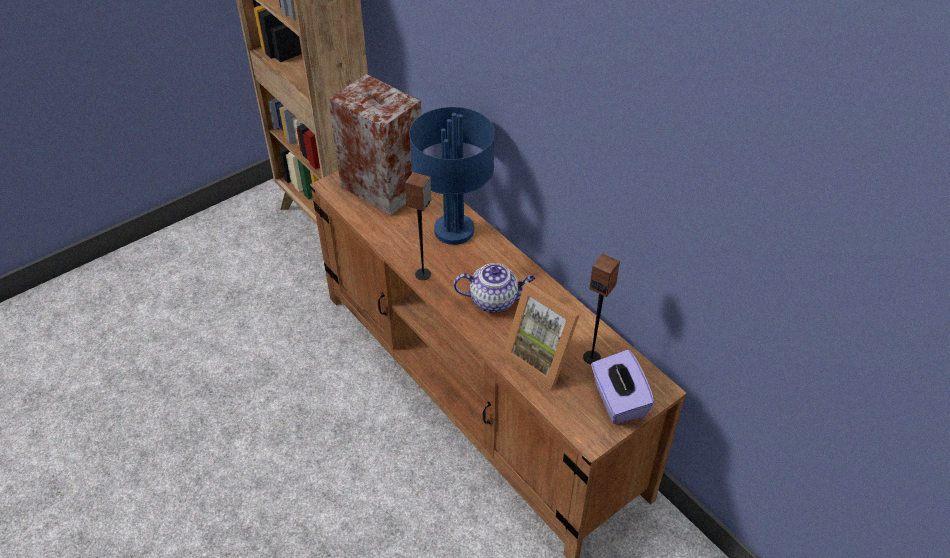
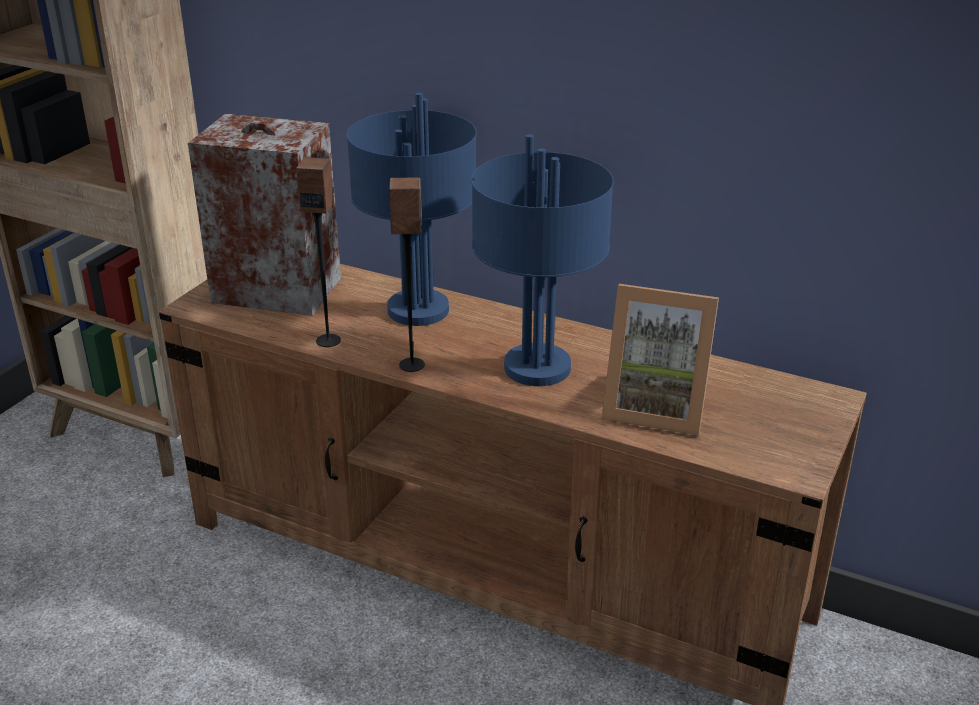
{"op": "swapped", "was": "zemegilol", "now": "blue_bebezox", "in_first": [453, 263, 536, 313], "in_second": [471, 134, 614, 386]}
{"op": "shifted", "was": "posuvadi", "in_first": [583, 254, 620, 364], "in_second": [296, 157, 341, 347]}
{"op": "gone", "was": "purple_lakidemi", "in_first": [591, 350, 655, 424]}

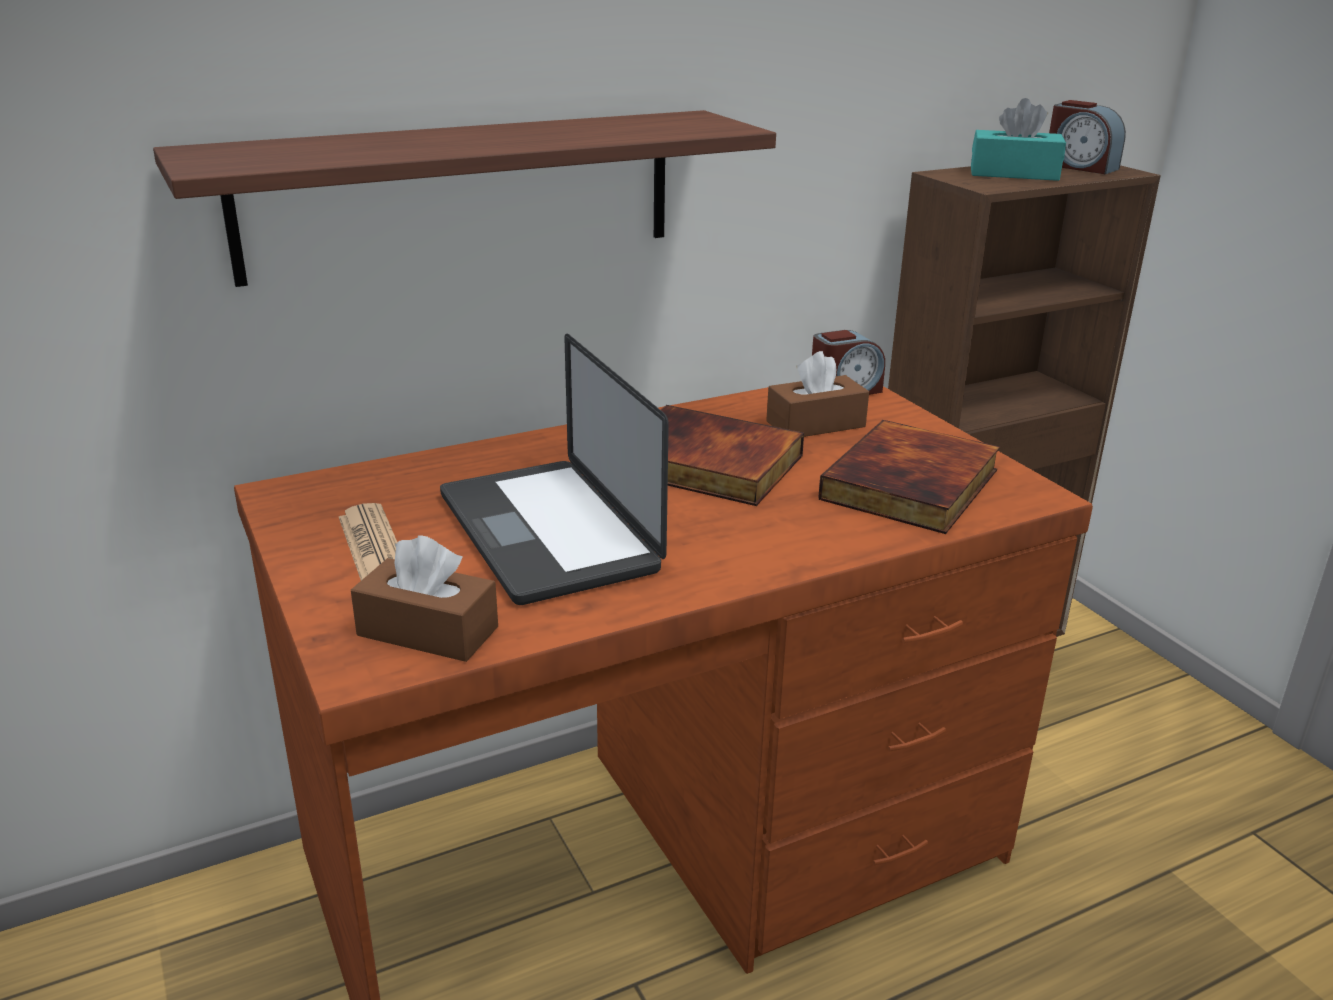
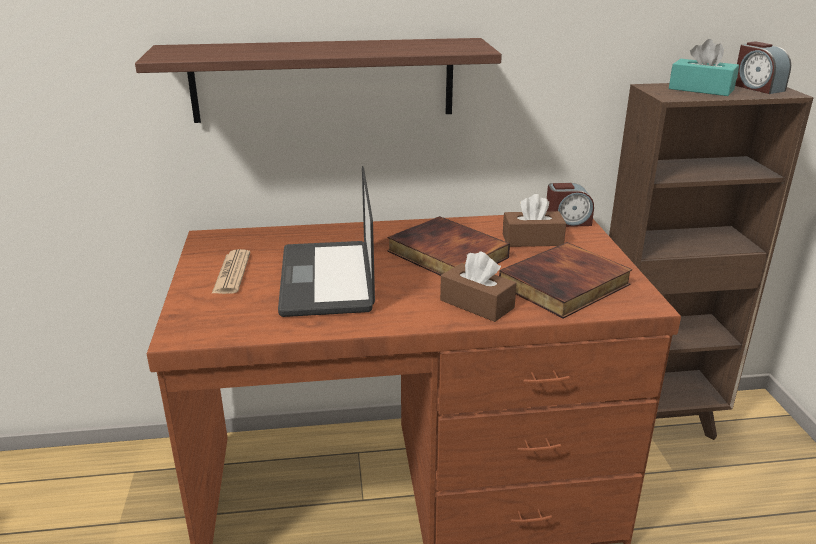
{"op": "shifted", "was": "brown_lakidemi", "in_first": [351, 535, 498, 662], "in_second": [440, 251, 517, 322]}

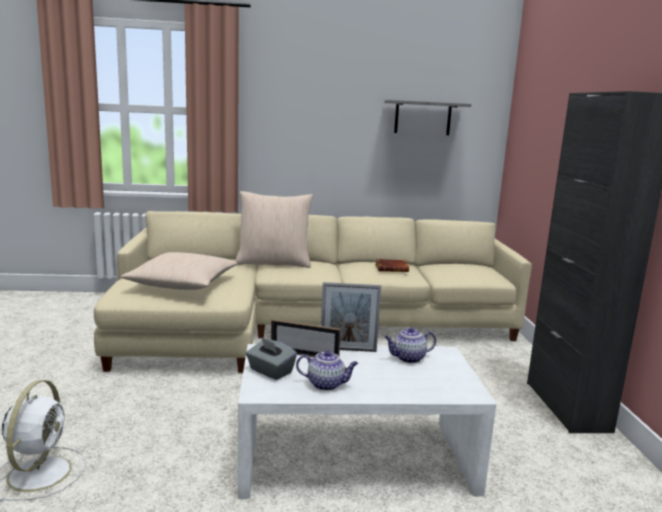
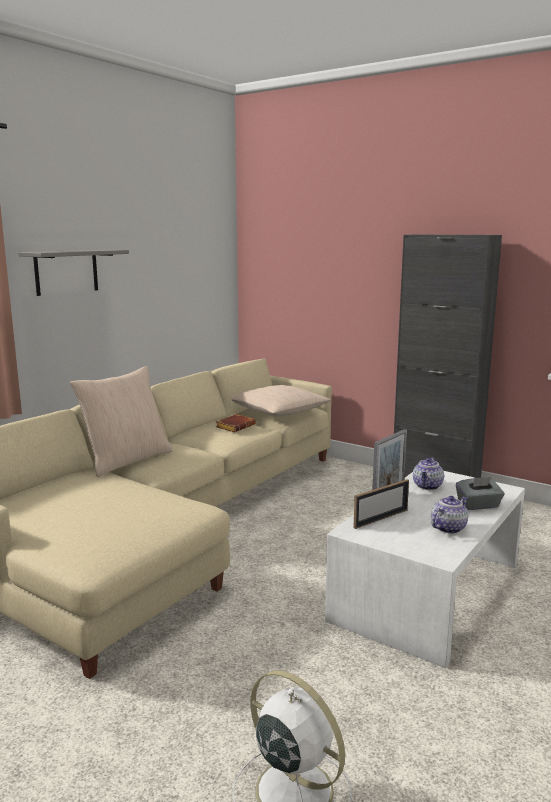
{"op": "shifted", "was": "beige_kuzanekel", "in_first": [121, 252, 238, 290], "in_second": [232, 385, 331, 417]}
{"op": "shifted", "was": "grey_lakidemi", "in_first": [246, 337, 297, 380], "in_second": [456, 477, 504, 510]}
{"op": "shifted", "was": "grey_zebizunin", "in_first": [385, 100, 471, 135], "in_second": [18, 249, 129, 296]}

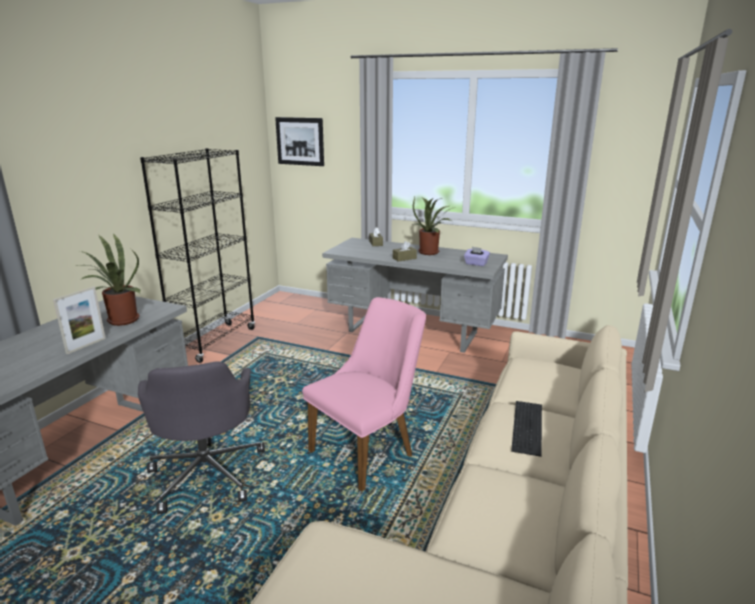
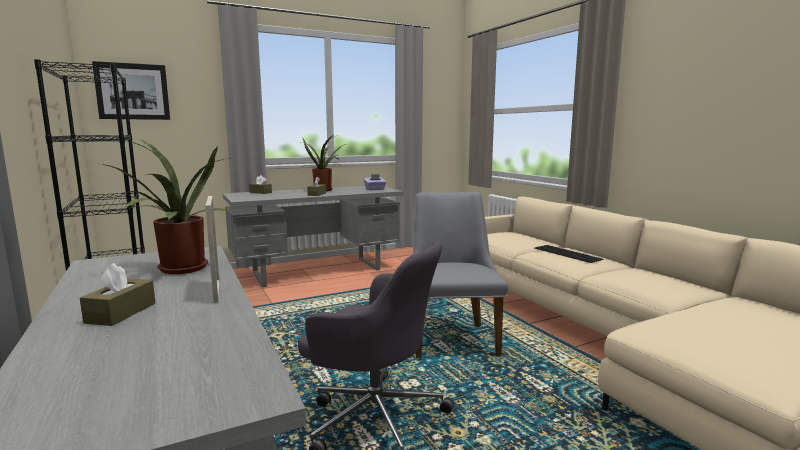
{"op": "repainted", "was": "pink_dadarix", "now": "grey_dadarix", "in_first": [302, 297, 426, 492], "in_second": [413, 192, 508, 358]}
{"op": "new", "now": "brown_lakidemi", "in_second": [80, 263, 155, 326]}

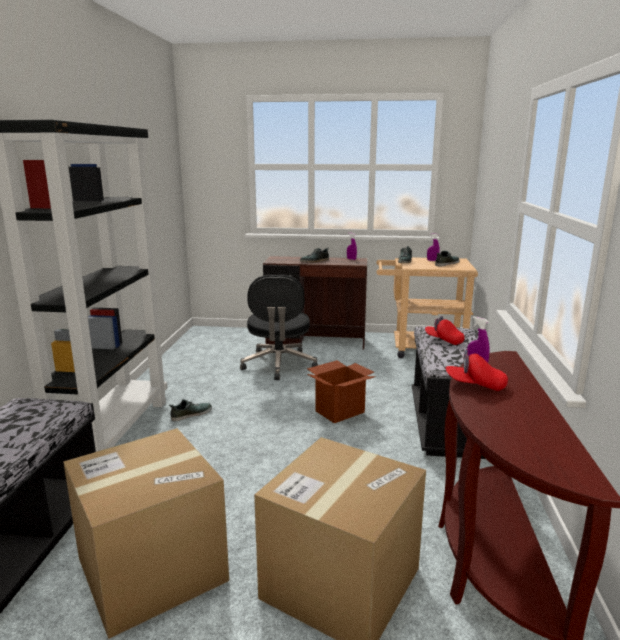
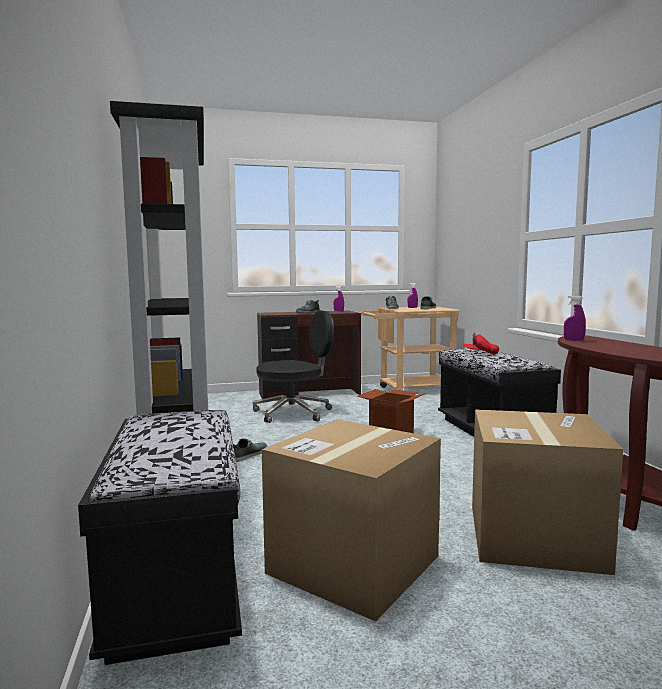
{"op": "rotated", "was": "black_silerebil", "in_first": [240, 275, 318, 380], "in_second": [253, 310, 334, 423], "clockwise": -90}
{"op": "gone", "was": "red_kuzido", "in_first": [445, 349, 508, 391]}

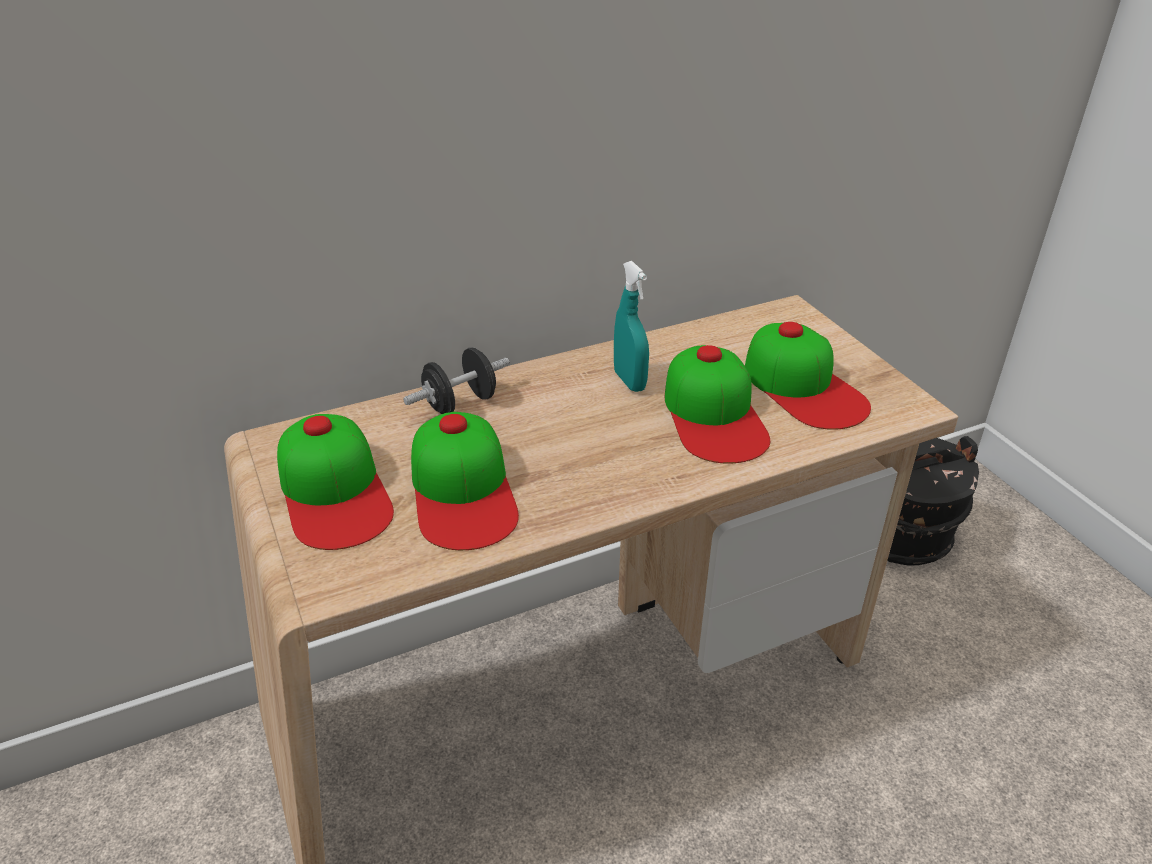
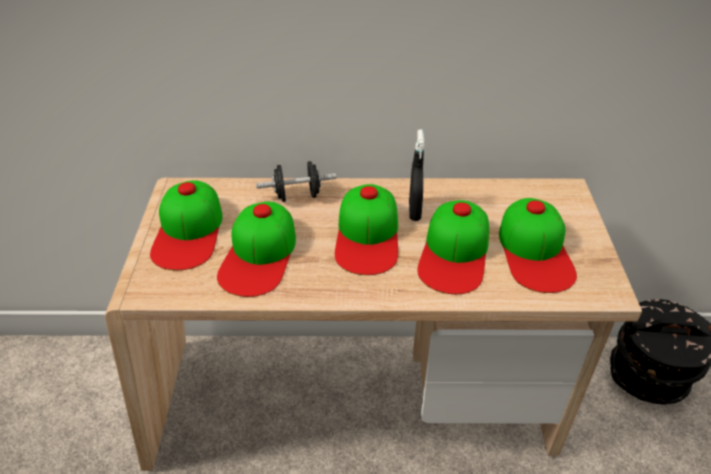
{"op": "repainted", "was": "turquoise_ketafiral", "now": "black_ketafiral", "in_first": [614, 261, 649, 392], "in_second": [409, 129, 424, 221]}
{"op": "new", "now": "kuzido", "in_second": [335, 184, 398, 275]}

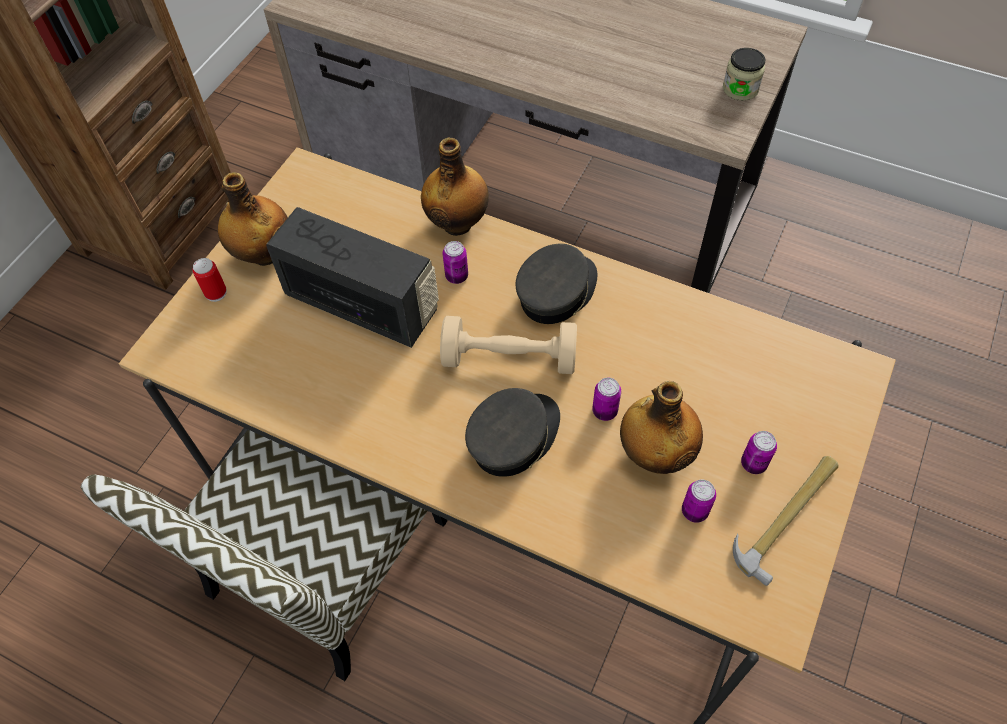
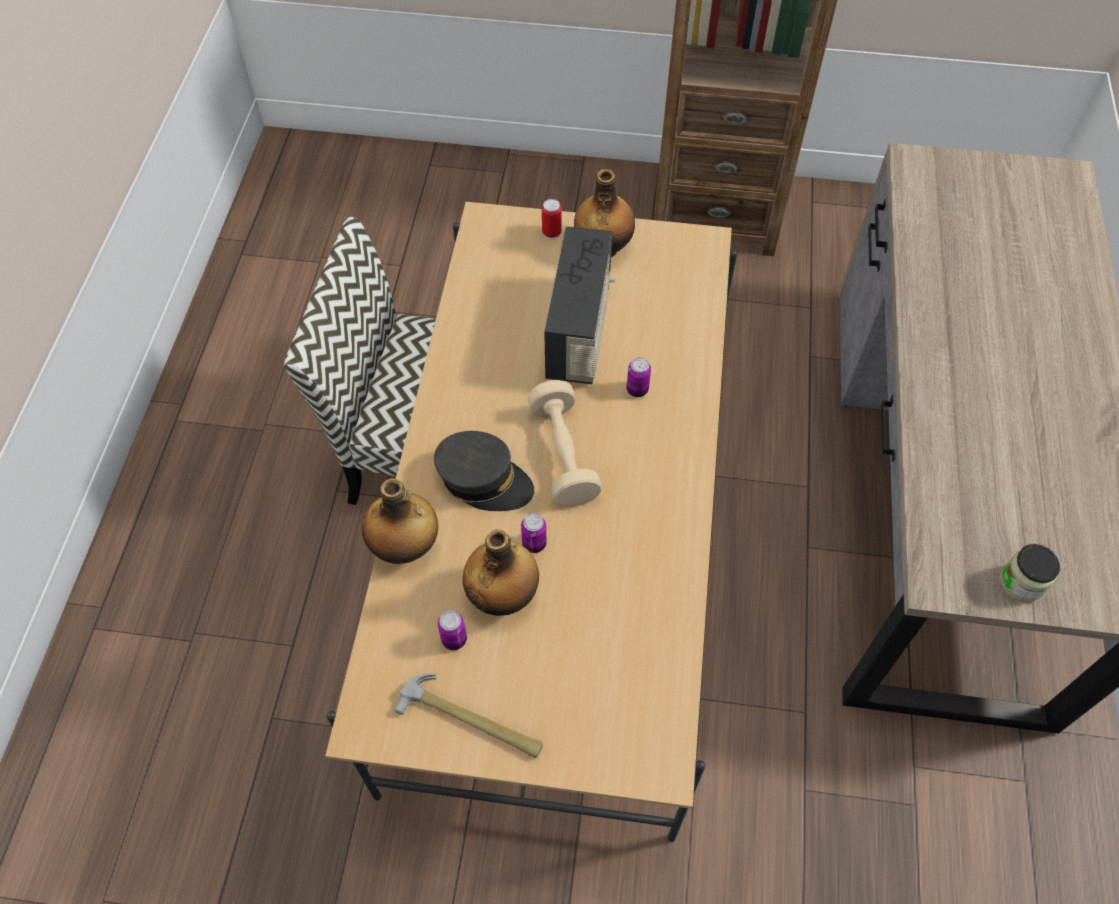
{"op": "shifted", "was": "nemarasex", "in_first": [421, 138, 489, 236], "in_second": [362, 478, 438, 564]}
{"op": "gone", "was": "grey_kuzido", "in_first": [515, 244, 597, 324]}
{"op": "gone", "was": "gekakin", "in_first": [741, 431, 777, 474]}

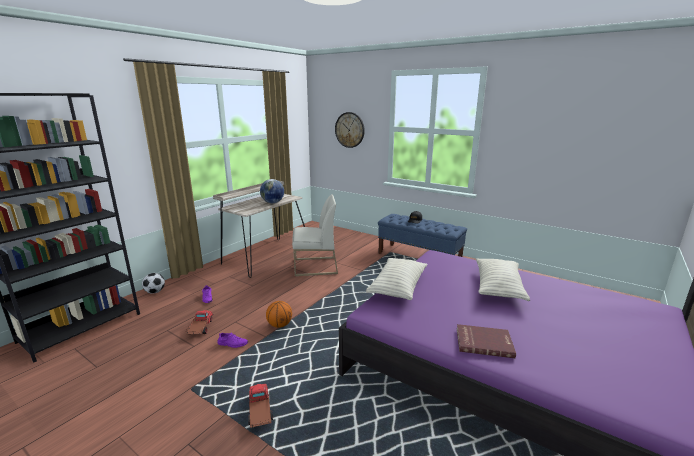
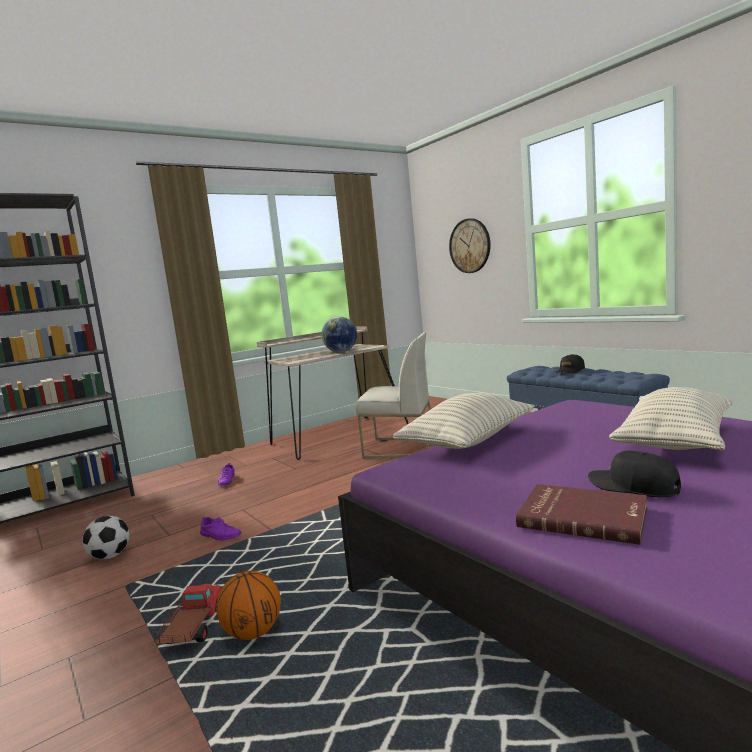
{"op": "shifted", "was": "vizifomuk", "in_first": [142, 273, 165, 293], "in_second": [82, 516, 130, 559]}
{"op": "gone", "was": "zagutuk", "in_first": [186, 310, 213, 335]}
{"op": "shifted", "was": "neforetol", "in_first": [266, 301, 292, 328], "in_second": [216, 571, 281, 640]}
{"op": "new", "now": "black_kuzido", "in_second": [588, 451, 681, 497]}

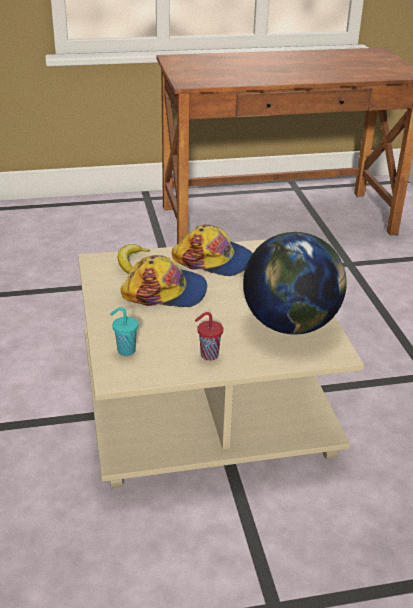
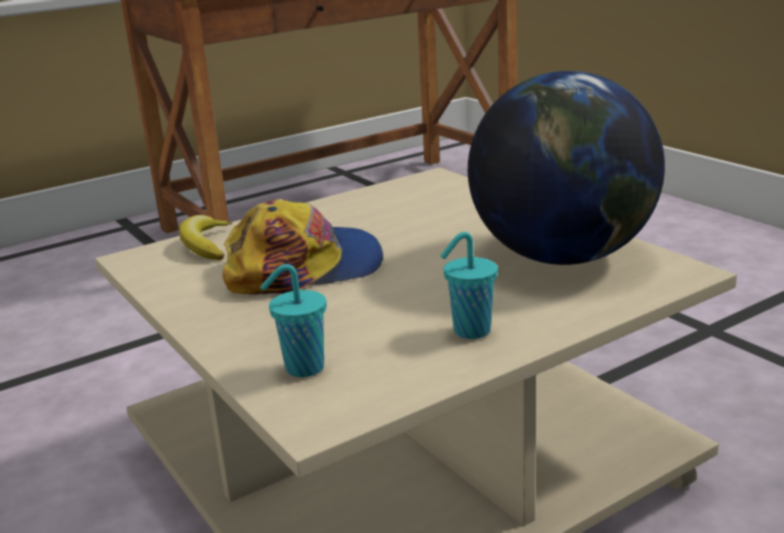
{"op": "gone", "was": "kuzido", "in_first": [172, 224, 253, 276]}
{"op": "repainted", "was": "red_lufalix", "now": "turquoise_lufalix", "in_first": [195, 312, 223, 360], "in_second": [440, 232, 498, 339]}

